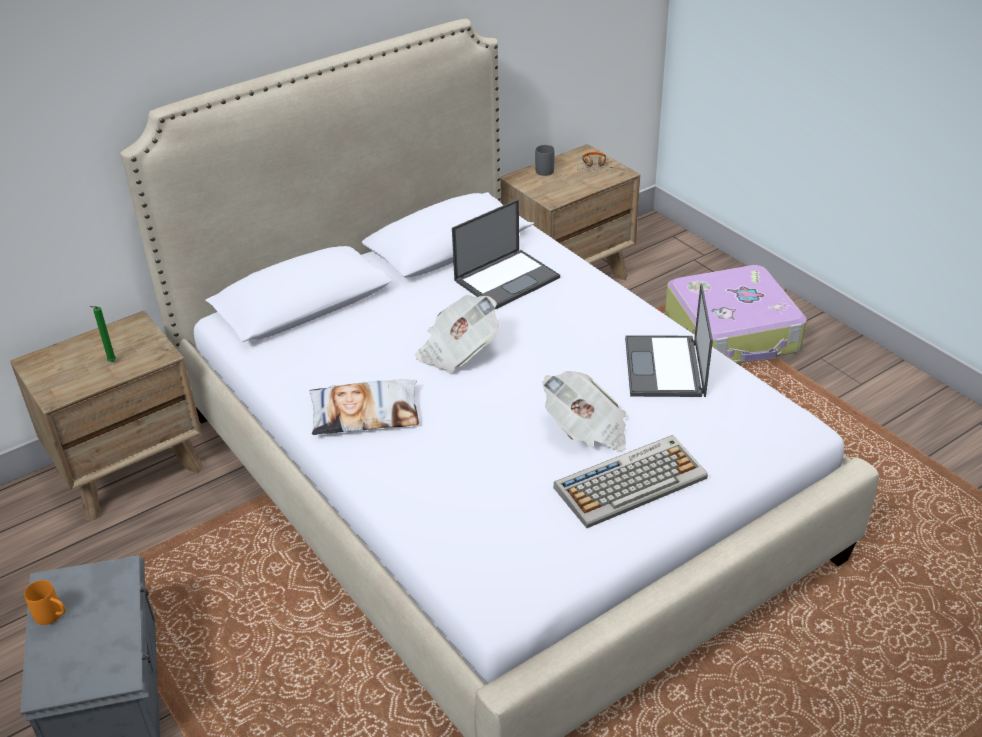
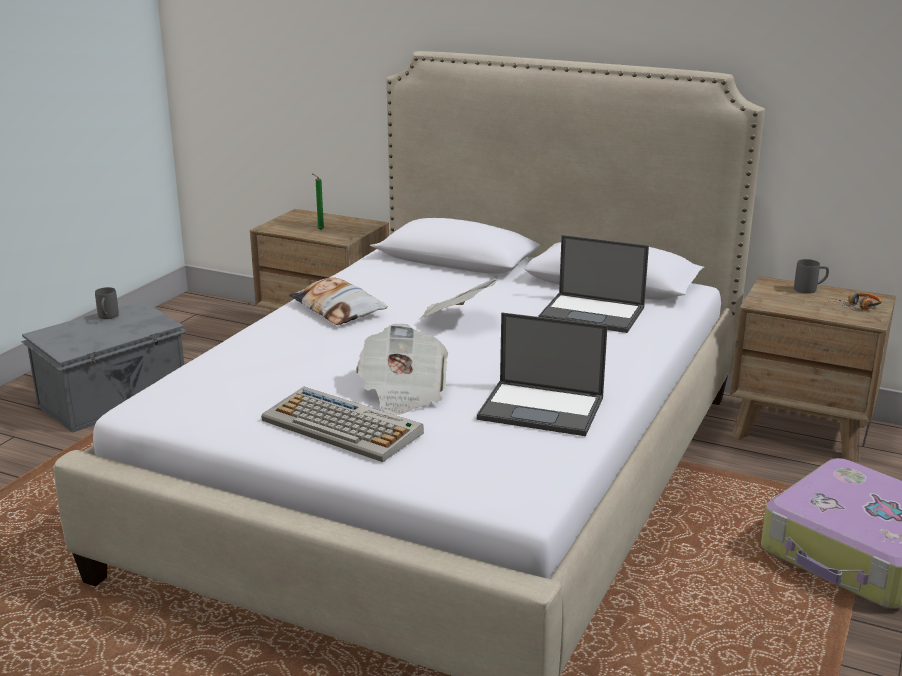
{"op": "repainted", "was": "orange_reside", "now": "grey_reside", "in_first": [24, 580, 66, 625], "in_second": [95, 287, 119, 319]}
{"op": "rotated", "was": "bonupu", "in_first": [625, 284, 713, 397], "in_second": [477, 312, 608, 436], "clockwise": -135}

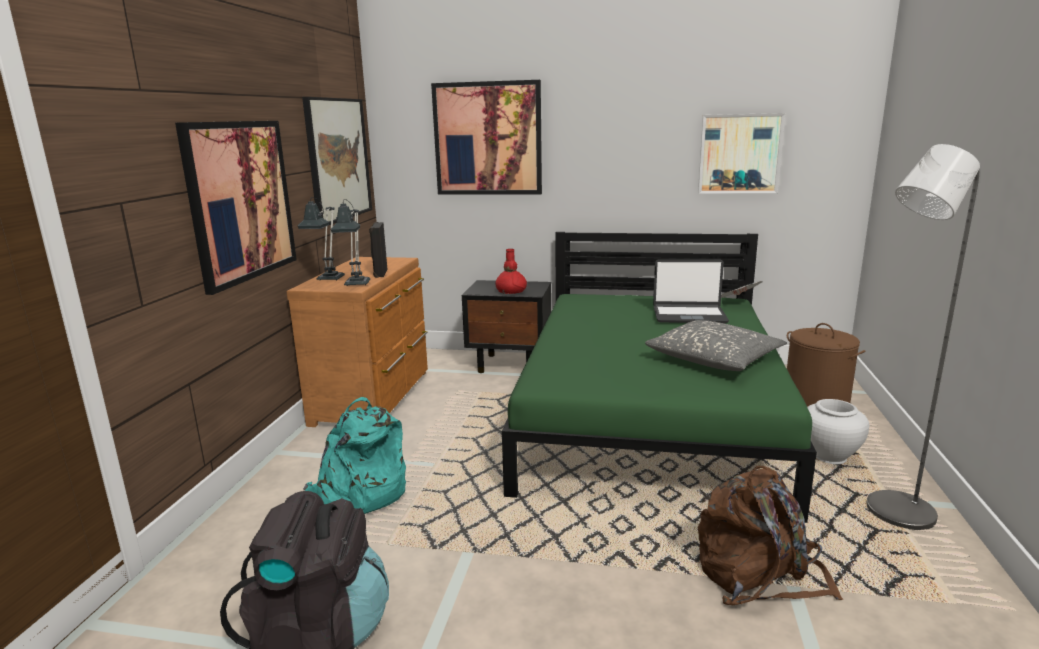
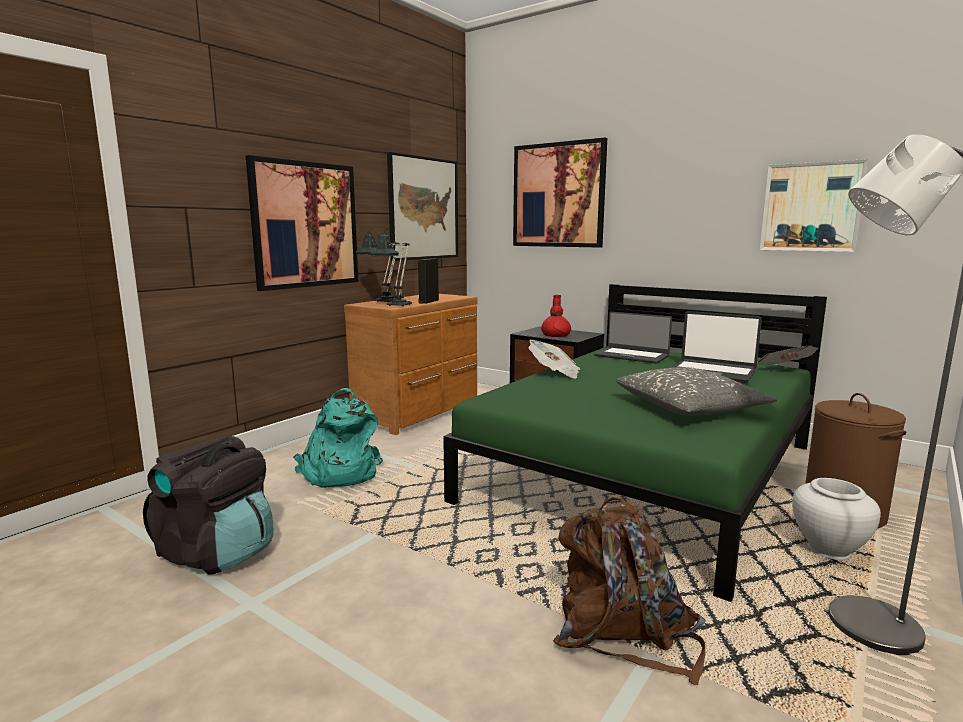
{"op": "new", "now": "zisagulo", "in_second": [528, 340, 580, 379]}
{"op": "new", "now": "bonupu", "in_second": [594, 312, 672, 364]}

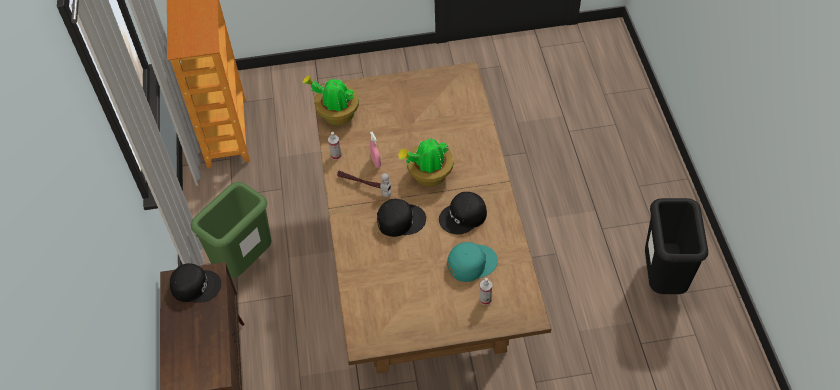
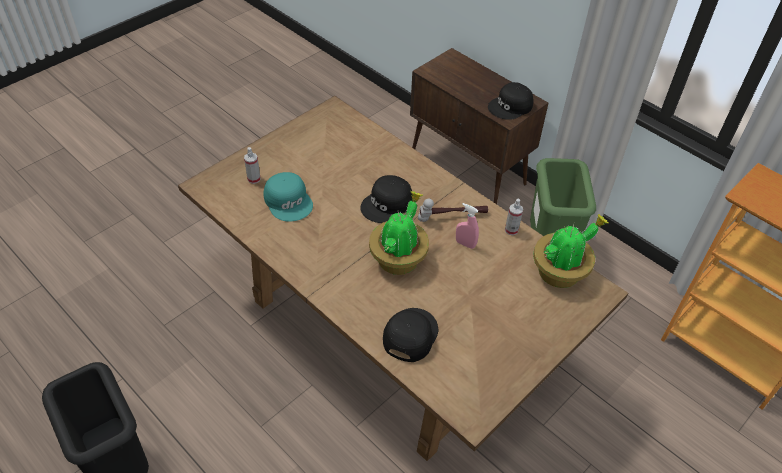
{"op": "shifted", "was": "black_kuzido", "in_first": [439, 192, 487, 234], "in_second": [383, 308, 438, 362]}
{"op": "rotated", "was": "turquoise_kuzido", "in_first": [447, 242, 498, 282], "in_second": [263, 172, 313, 222], "clockwise": -60}

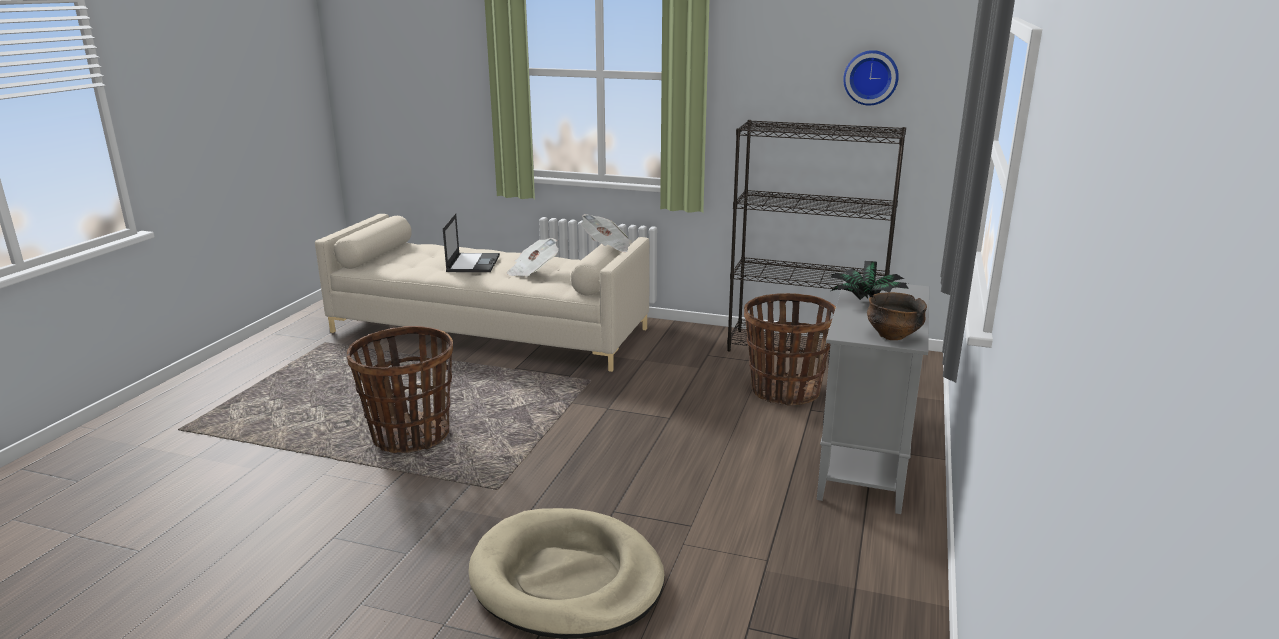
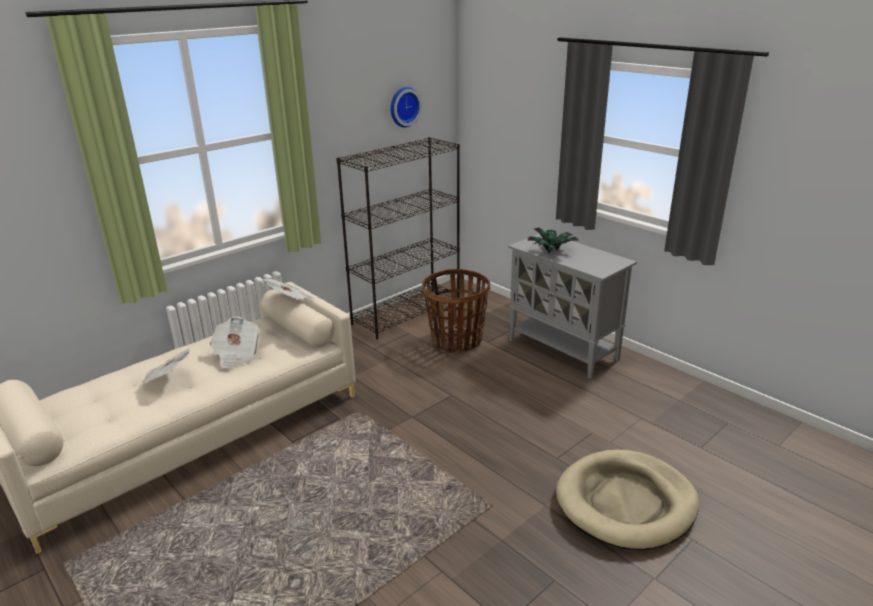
{"op": "gone", "was": "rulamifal", "in_first": [347, 326, 453, 453]}
{"op": "swapped", "was": "bonupu", "now": "zisagulo", "in_first": [443, 213, 500, 272], "in_second": [139, 348, 190, 387]}
{"op": "gone", "was": "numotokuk", "in_first": [867, 292, 927, 340]}

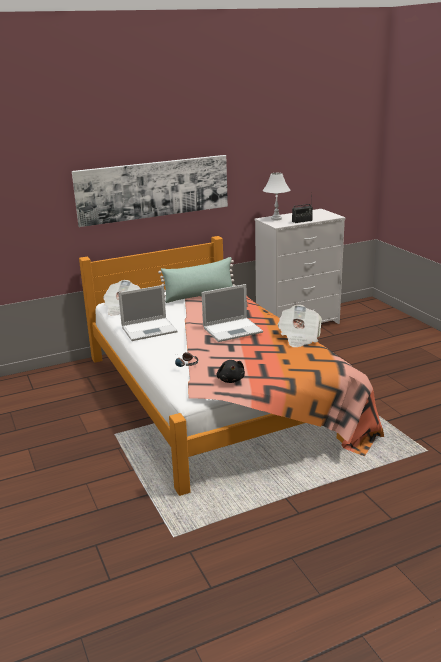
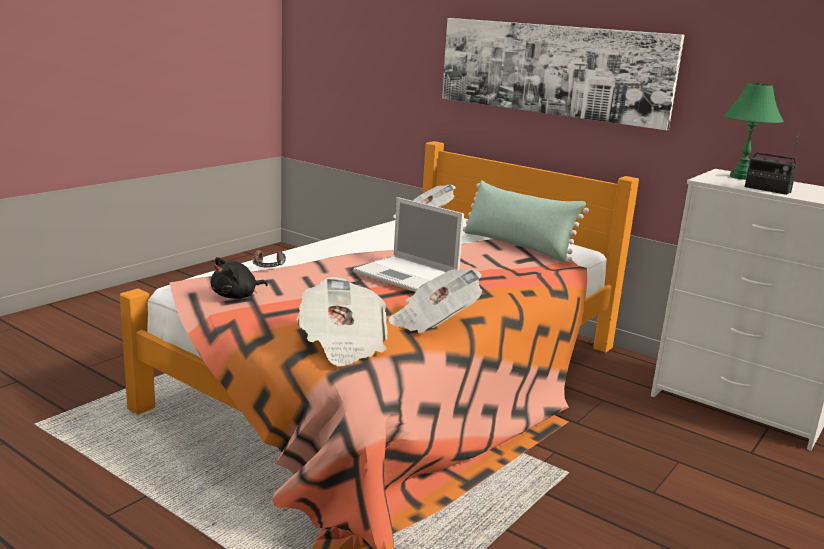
{"op": "gone", "was": "bonupu", "in_first": [118, 285, 178, 341]}
{"op": "repainted", "was": "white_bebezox", "now": "green_bebezox", "in_first": [263, 173, 290, 221], "in_second": [723, 83, 784, 180]}
{"op": "new", "now": "zisagulo", "in_second": [297, 277, 388, 366]}

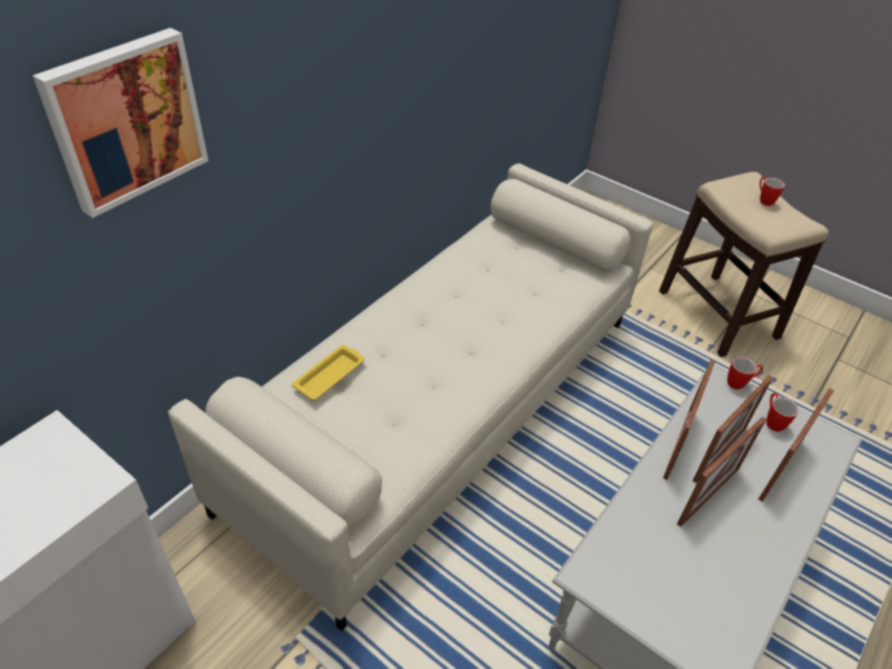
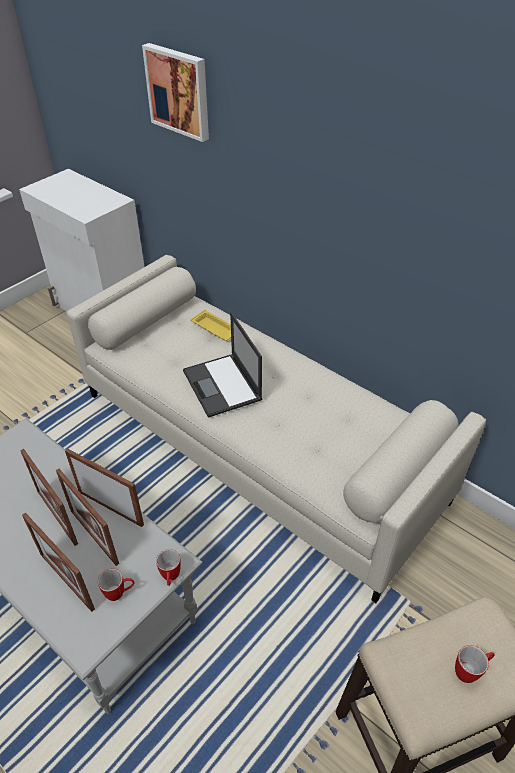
{"op": "new", "now": "bonupu", "in_second": [183, 312, 263, 418]}

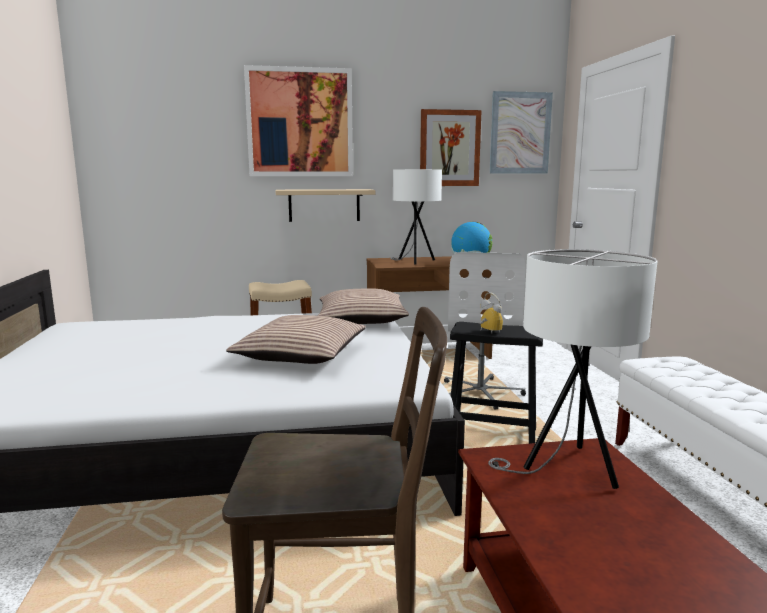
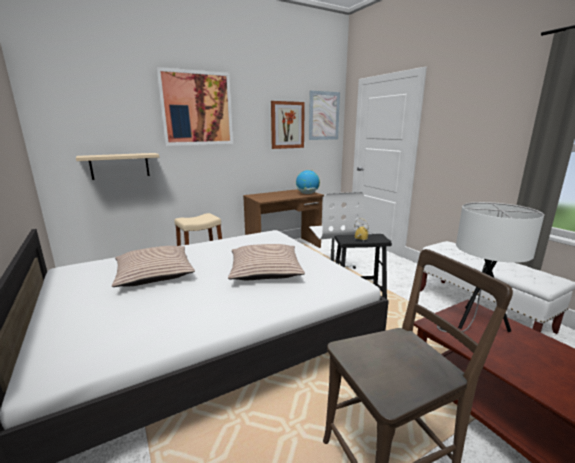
{"op": "shifted", "was": "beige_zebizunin", "in_first": [276, 189, 376, 222], "in_second": [76, 153, 159, 180]}
{"op": "shifted", "was": "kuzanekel", "in_first": [318, 288, 409, 324], "in_second": [112, 246, 195, 287]}
{"op": "gone", "was": "white_bebezox", "in_first": [390, 169, 442, 265]}

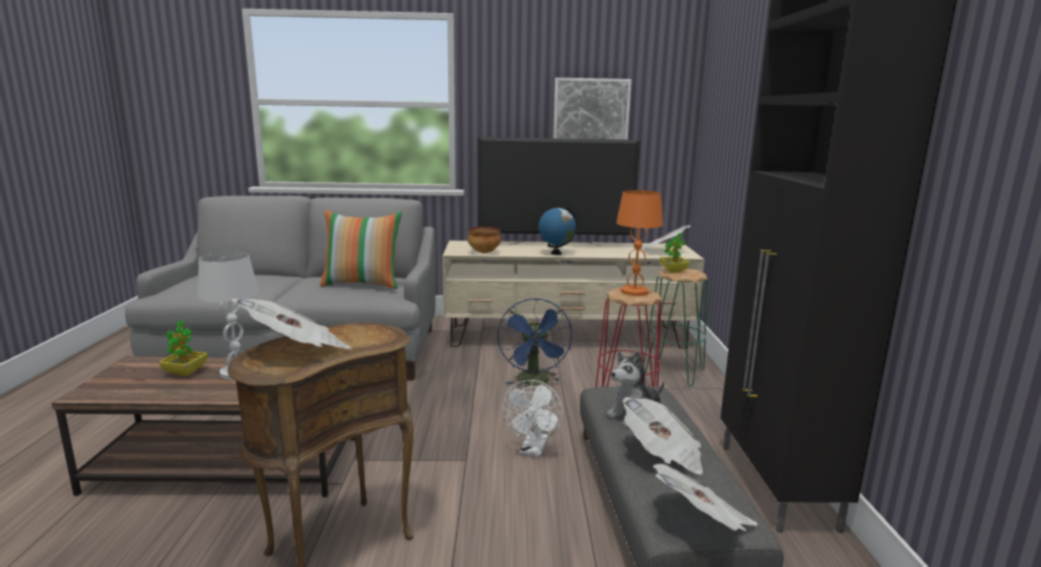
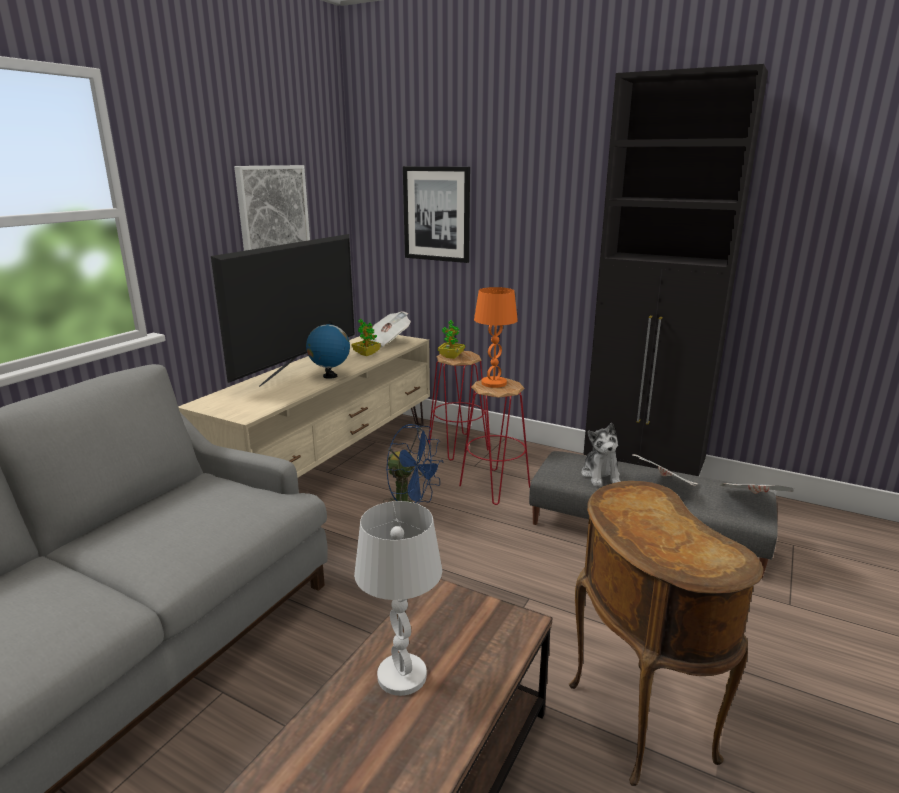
{"op": "shifted", "was": "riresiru", "in_first": [159, 320, 208, 376], "in_second": [352, 319, 381, 356]}
{"op": "gone", "was": "zisagulo", "in_first": [231, 299, 352, 349]}
{"op": "gone", "was": "kuzanekel", "in_first": [320, 210, 402, 289]}
{"op": "gone", "was": "numotokuk", "in_first": [468, 227, 501, 253]}
{"op": "gone", "was": "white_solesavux", "in_first": [502, 380, 563, 457]}
{"op": "repainted", "was": "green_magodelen", "now": "red_magodelen", "in_first": [644, 269, 708, 387], "in_second": [428, 351, 489, 460]}
{"op": "new", "now": "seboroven", "in_second": [403, 166, 470, 263]}

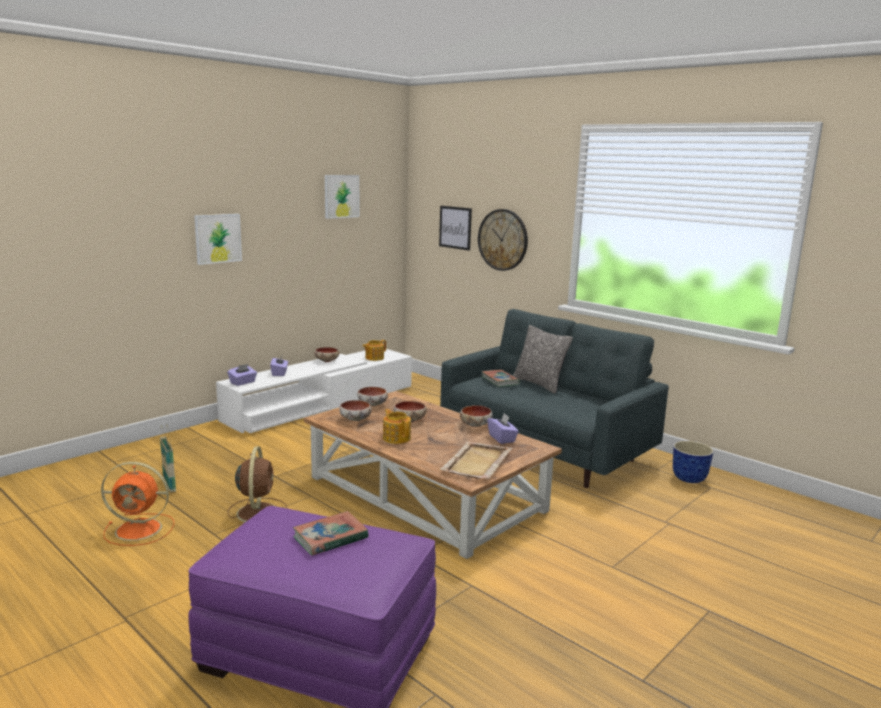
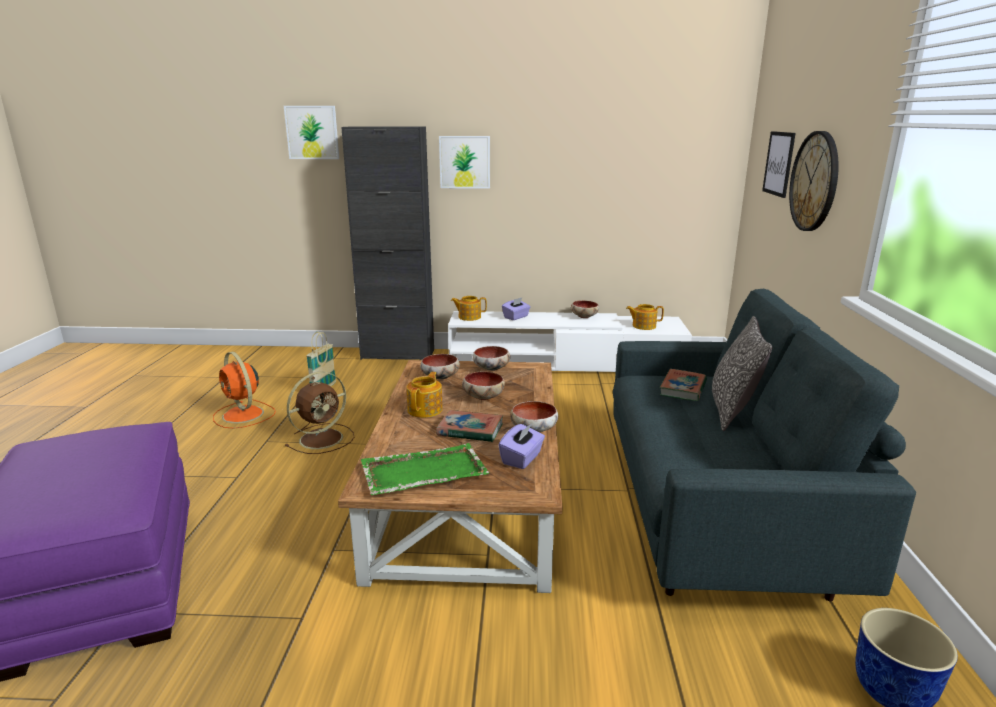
{"op": "swapped", "was": "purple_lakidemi", "now": "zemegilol", "in_first": [227, 364, 257, 386], "in_second": [451, 296, 487, 321]}
{"op": "shifted", "was": "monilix", "in_first": [293, 511, 368, 556], "in_second": [436, 410, 503, 442]}
{"op": "shifted", "was": "seboroven", "in_first": [325, 175, 359, 219], "in_second": [284, 106, 339, 159]}
{"op": "repainted", "was": "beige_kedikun", "now": "green_kedikun", "in_first": [440, 442, 512, 479], "in_second": [361, 443, 489, 495]}
{"op": "new", "now": "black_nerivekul", "in_second": [341, 126, 434, 360]}

